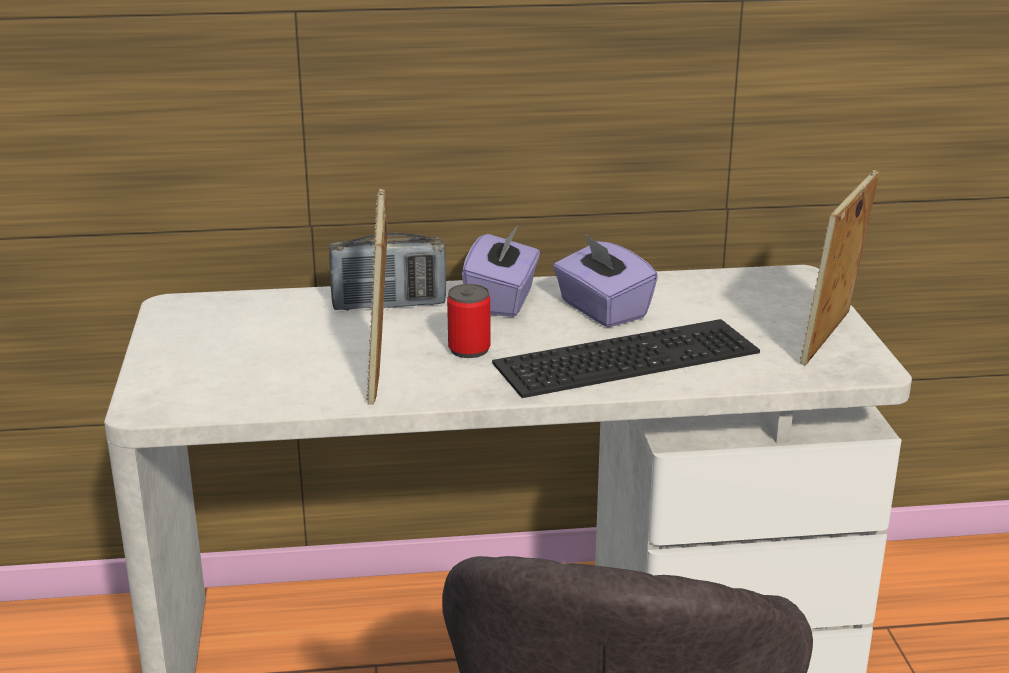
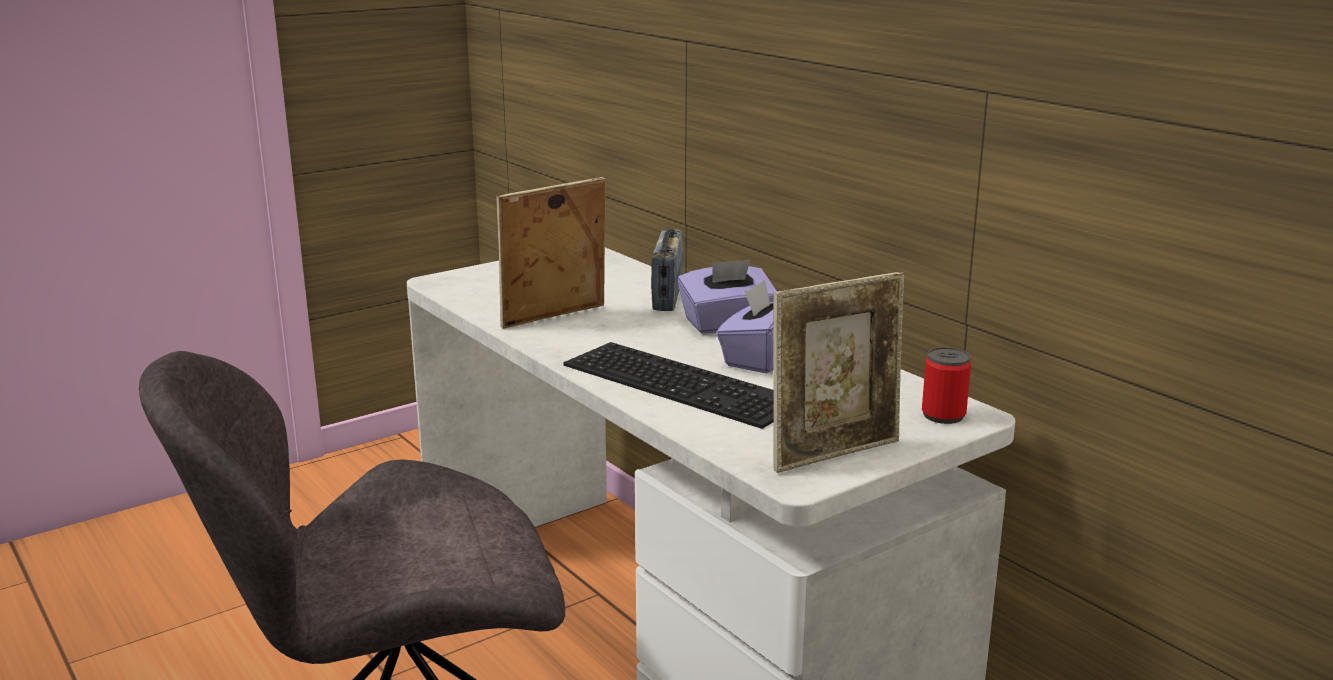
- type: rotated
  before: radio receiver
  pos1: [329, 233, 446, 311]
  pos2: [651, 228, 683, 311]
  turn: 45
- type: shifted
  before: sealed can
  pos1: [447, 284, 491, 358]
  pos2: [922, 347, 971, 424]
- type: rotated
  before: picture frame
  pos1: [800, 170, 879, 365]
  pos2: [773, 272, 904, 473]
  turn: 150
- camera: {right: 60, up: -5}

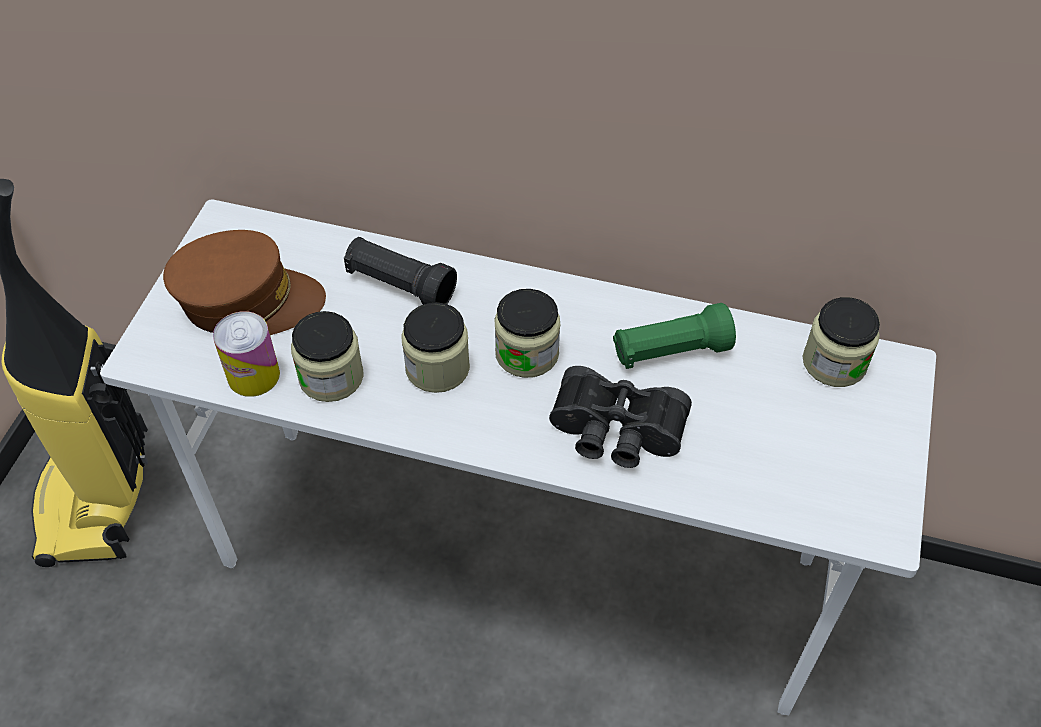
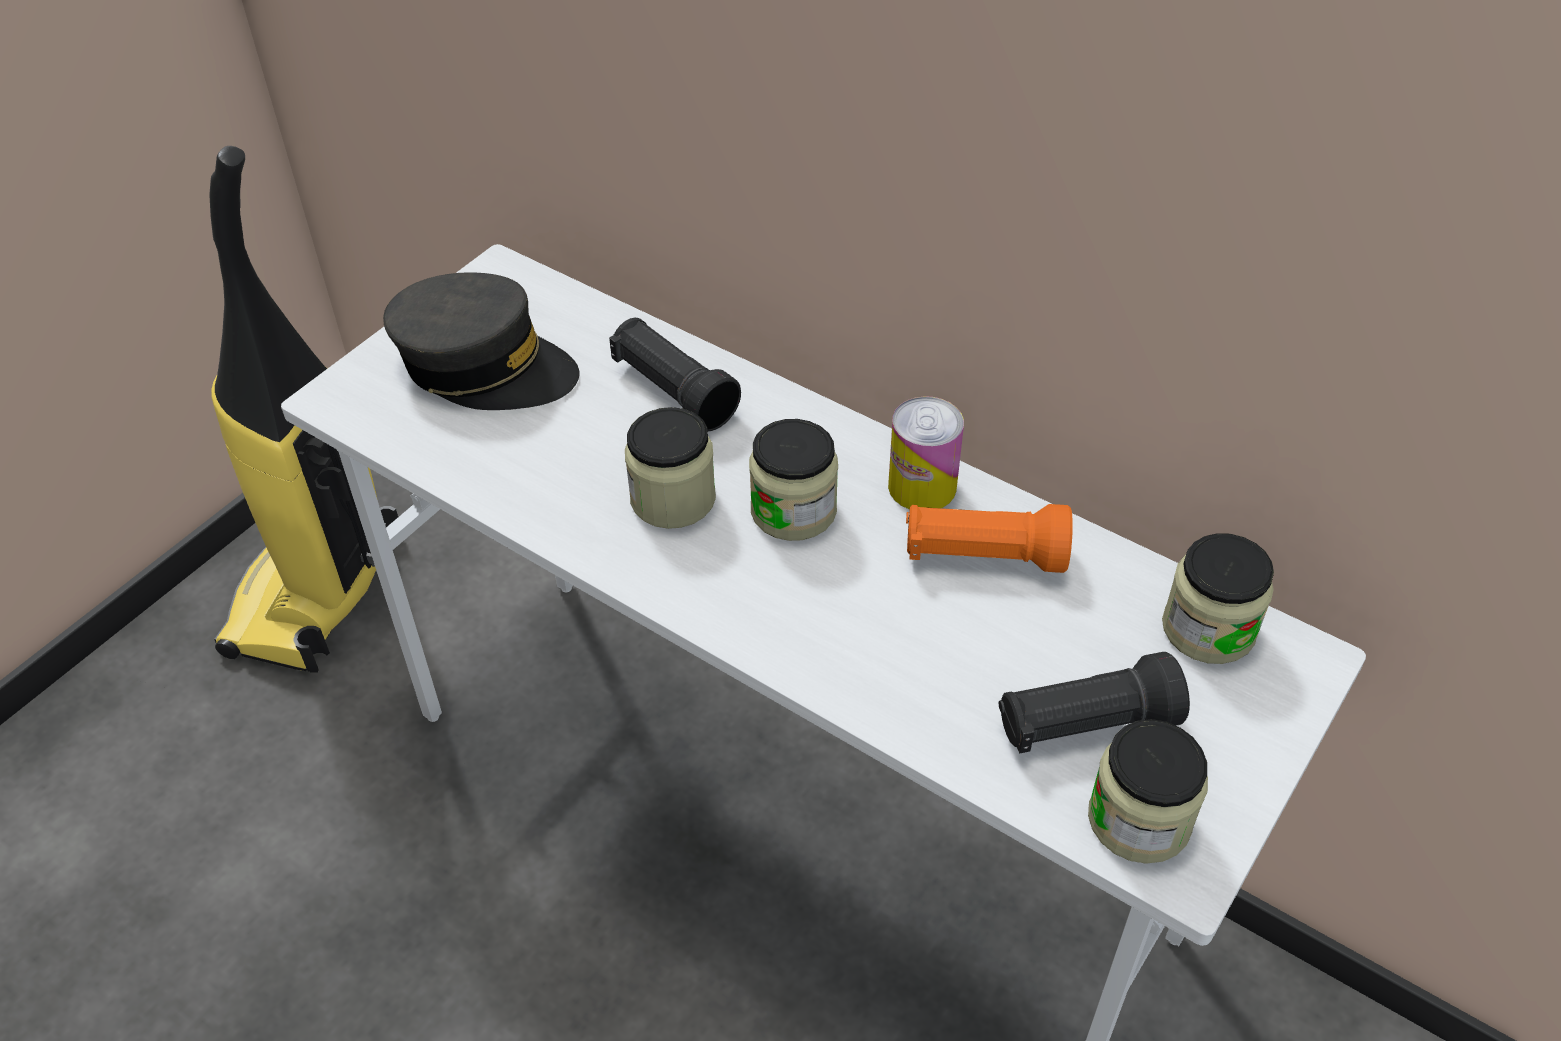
- type: repainted
  before: cap in brownish
  after: cap in grey
  pos1: [163, 230, 326, 335]
  pos2: [383, 272, 580, 410]
- type: shifted
  before: sealed can
  pos1: [213, 311, 280, 397]
  pos2: [888, 396, 964, 509]
- type: shifted
  before: storage jar
  pos1: [291, 311, 364, 402]
  pos2: [1088, 719, 1208, 864]
- type: gone
  before: binoculars in black
  pos1: [549, 366, 692, 468]
- type: repainted
  before: torch in greenish
  after: torch in orangey
  pos1: [613, 303, 736, 369]
  pos2: [906, 504, 1073, 573]
- type: new
  after: torch in black
  pos2: [999, 652, 1190, 753]
- camera: {right: 20, up: -5}

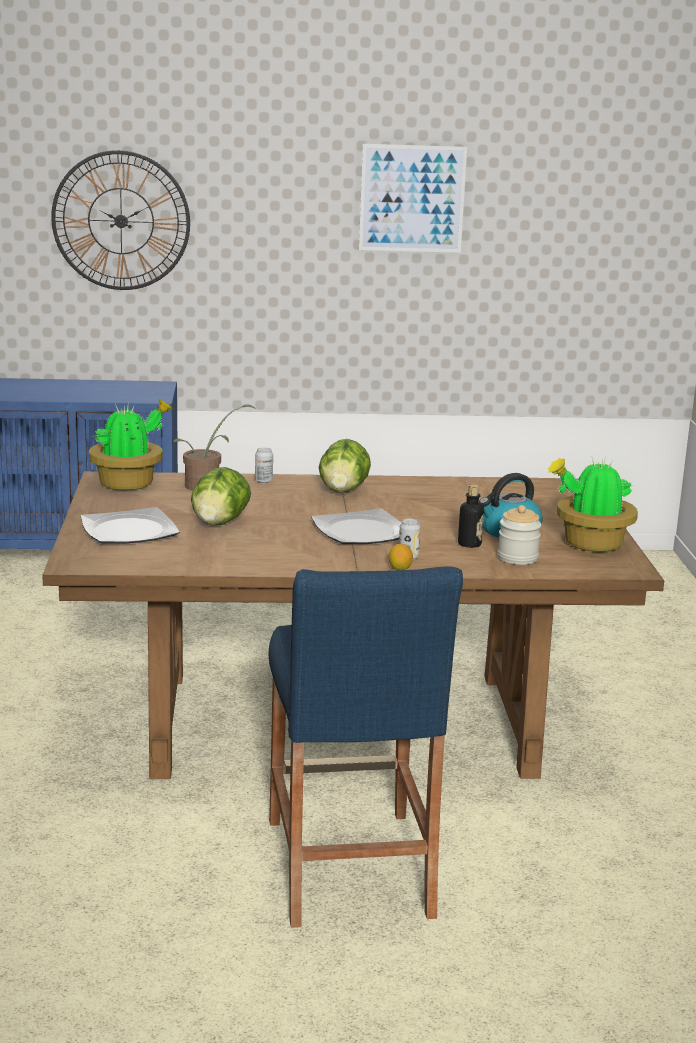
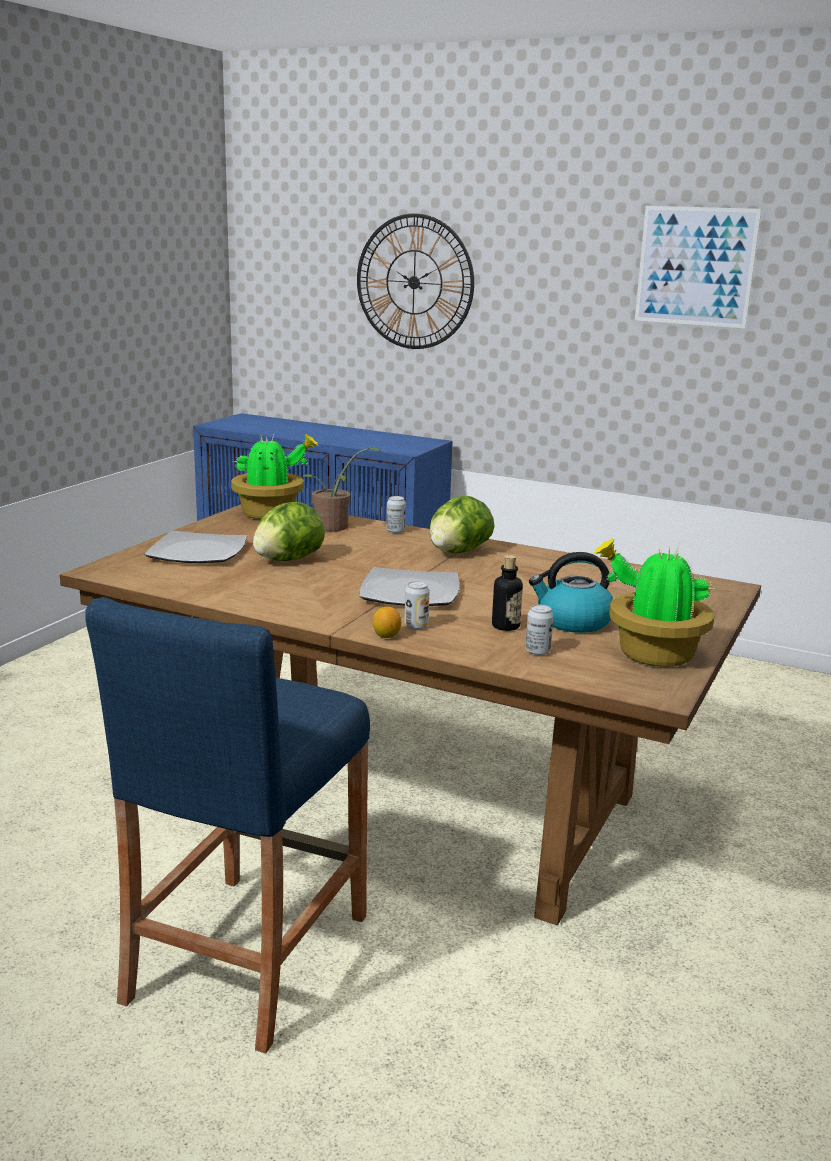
- type: swapped
  before: storage jar
  after: sealed can
  pos1: [498, 505, 541, 565]
  pos2: [525, 605, 553, 656]
- camera: {right: 30, up: 0}

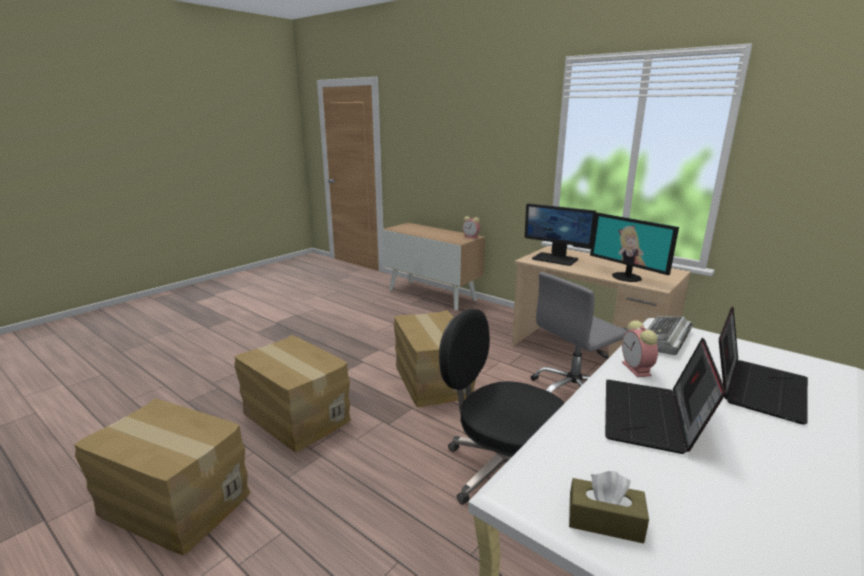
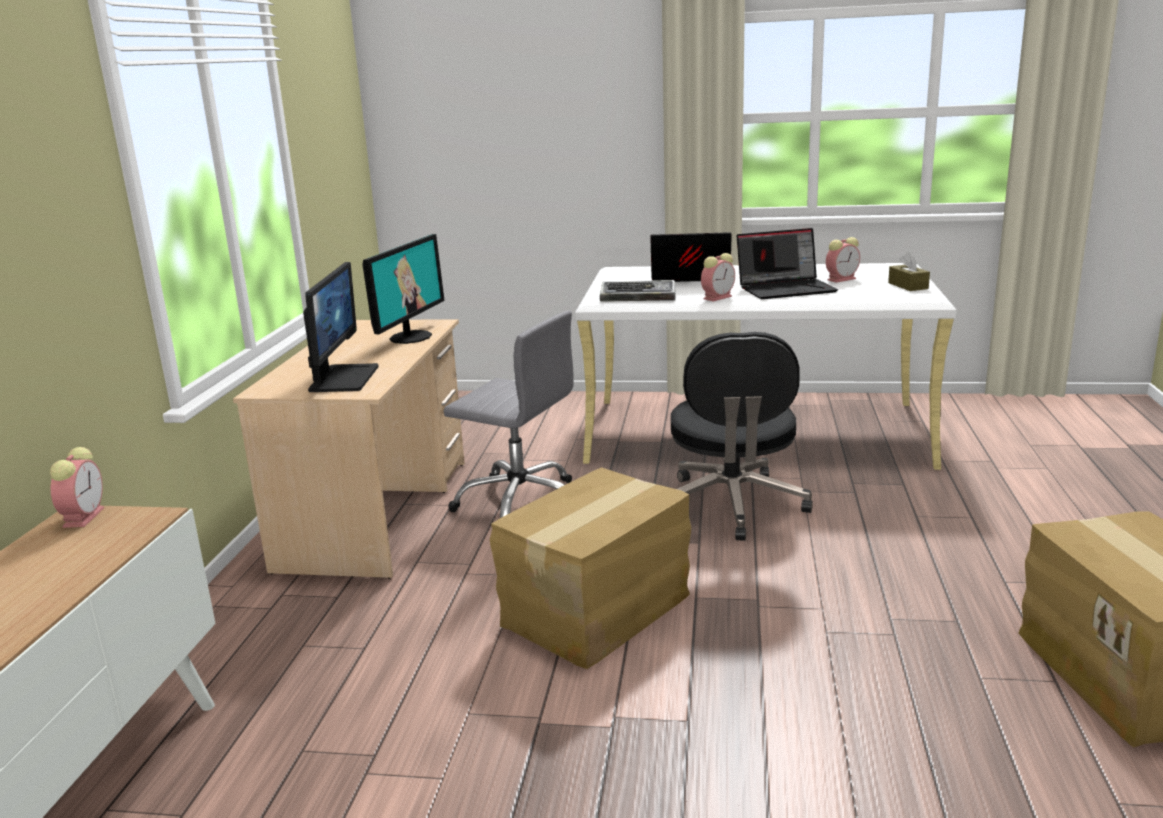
- type: gone
  before: packing box
  pos1: [234, 335, 351, 452]
- type: new
  after: alarm clock
  pos2: [826, 237, 860, 283]
- camera: {right: -120, up: 0}

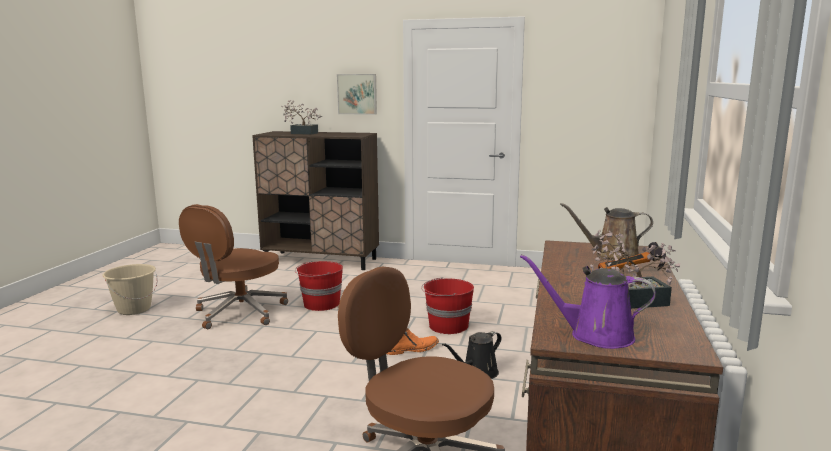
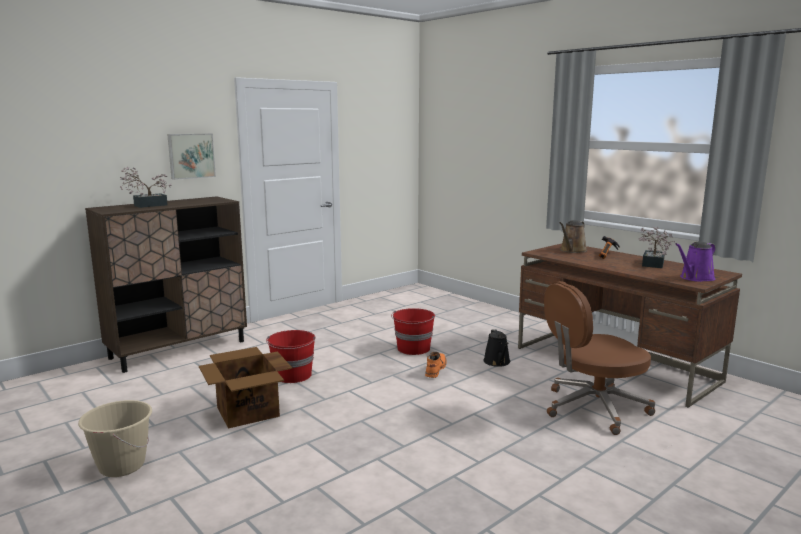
- type: swapped
  before: desk chair in brownish
  after: packing box
  pos1: [179, 204, 288, 329]
  pos2: [199, 347, 292, 429]
- camera: {right: -55, up: 0}

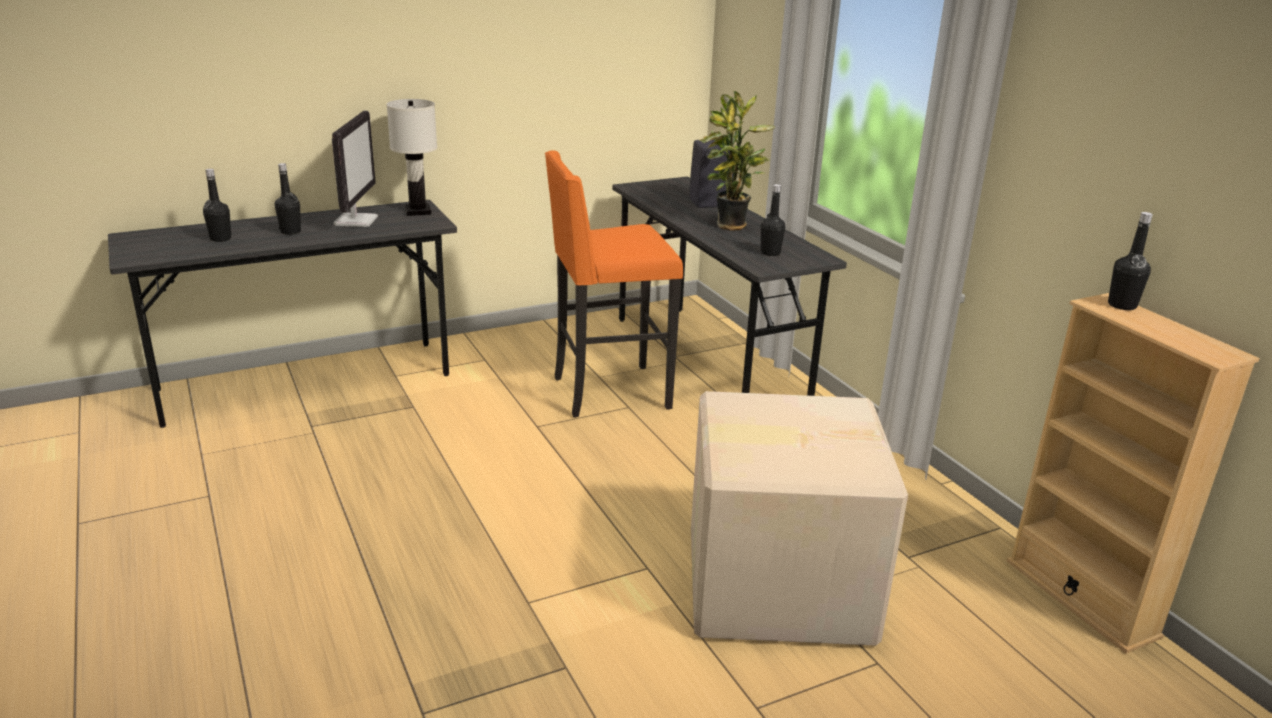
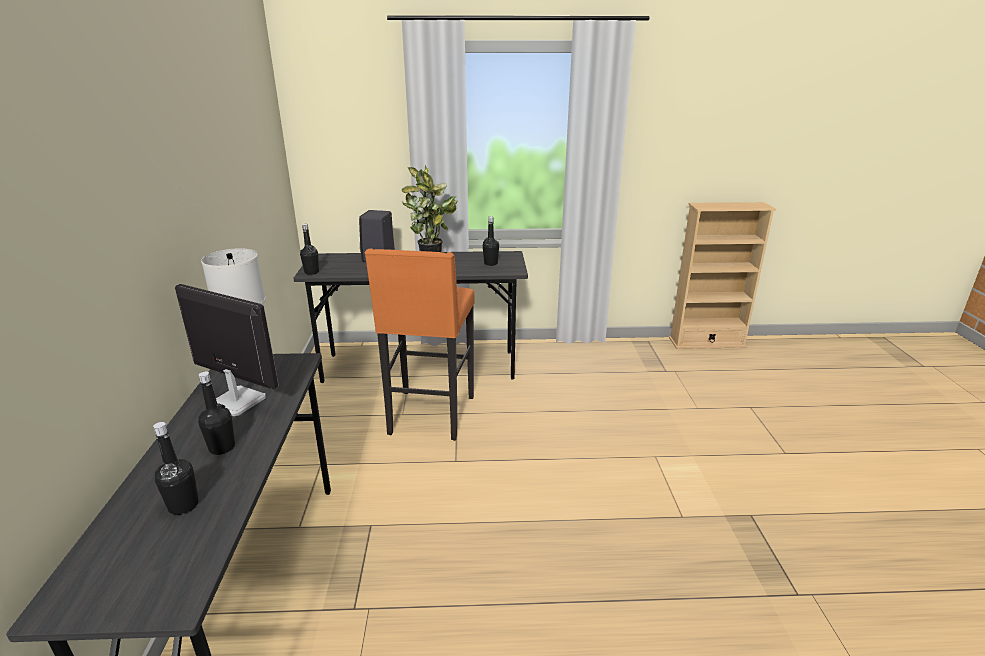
- type: gone
  before: packing box
  pos1: [691, 391, 908, 646]
- type: shifted
  before: beverage bottle in black
  pos1: [1108, 212, 1153, 310]
  pos2: [300, 224, 319, 275]
- camera: {right: -65, up: 0}

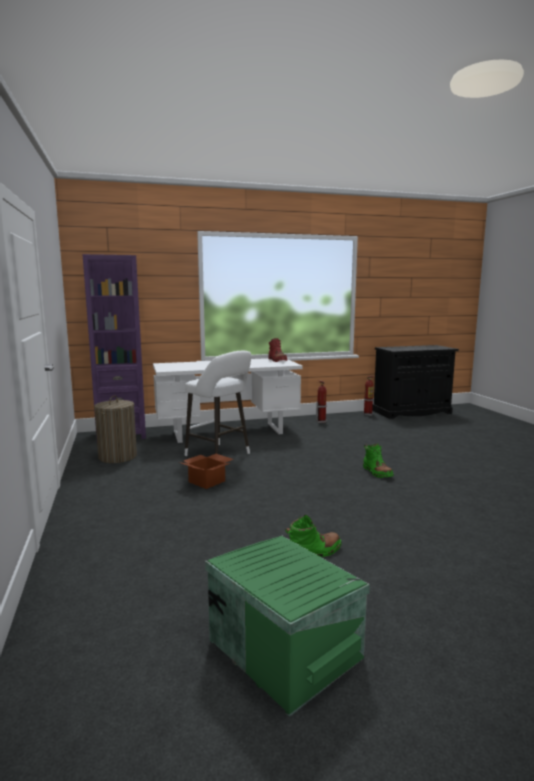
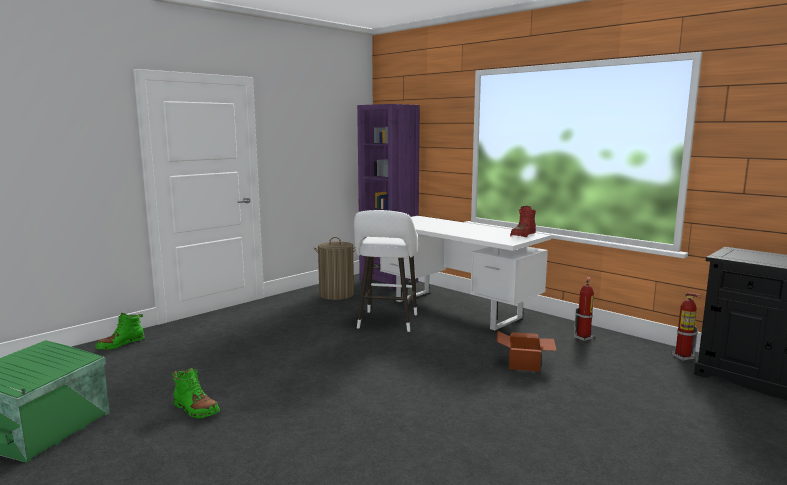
- type: shifted
  before: packing box
  pos1: [179, 454, 233, 489]
  pos2: [497, 331, 557, 372]
- type: shifted
  before: tall boot in greenish
  pos1: [363, 444, 394, 478]
  pos2: [95, 313, 145, 350]
- camera: {right: 60, up: 0}

